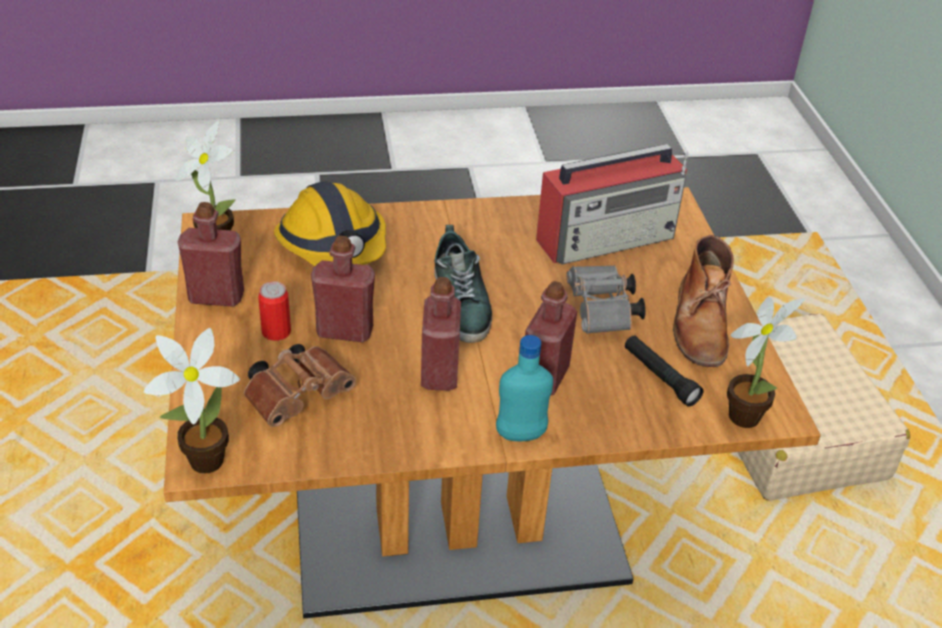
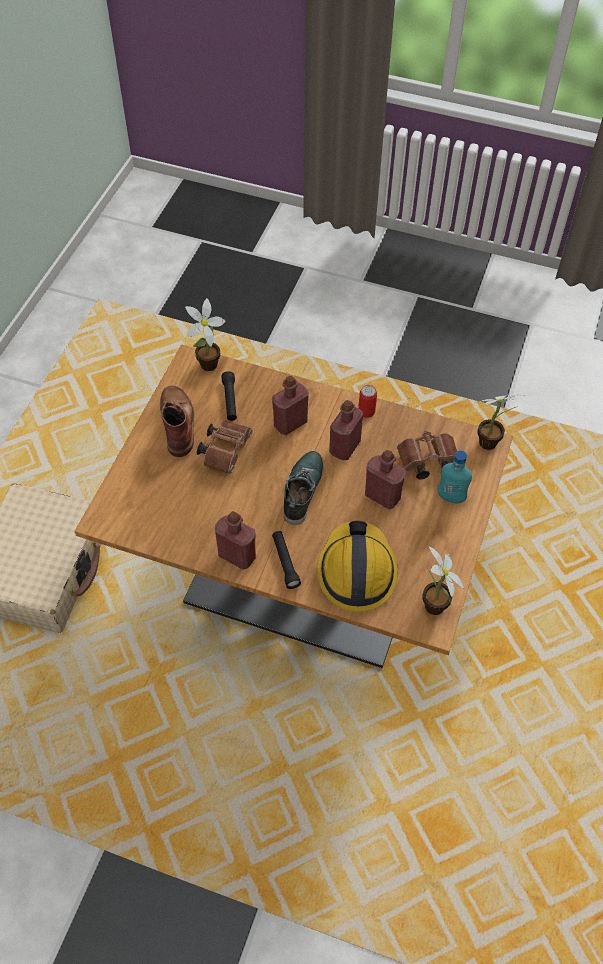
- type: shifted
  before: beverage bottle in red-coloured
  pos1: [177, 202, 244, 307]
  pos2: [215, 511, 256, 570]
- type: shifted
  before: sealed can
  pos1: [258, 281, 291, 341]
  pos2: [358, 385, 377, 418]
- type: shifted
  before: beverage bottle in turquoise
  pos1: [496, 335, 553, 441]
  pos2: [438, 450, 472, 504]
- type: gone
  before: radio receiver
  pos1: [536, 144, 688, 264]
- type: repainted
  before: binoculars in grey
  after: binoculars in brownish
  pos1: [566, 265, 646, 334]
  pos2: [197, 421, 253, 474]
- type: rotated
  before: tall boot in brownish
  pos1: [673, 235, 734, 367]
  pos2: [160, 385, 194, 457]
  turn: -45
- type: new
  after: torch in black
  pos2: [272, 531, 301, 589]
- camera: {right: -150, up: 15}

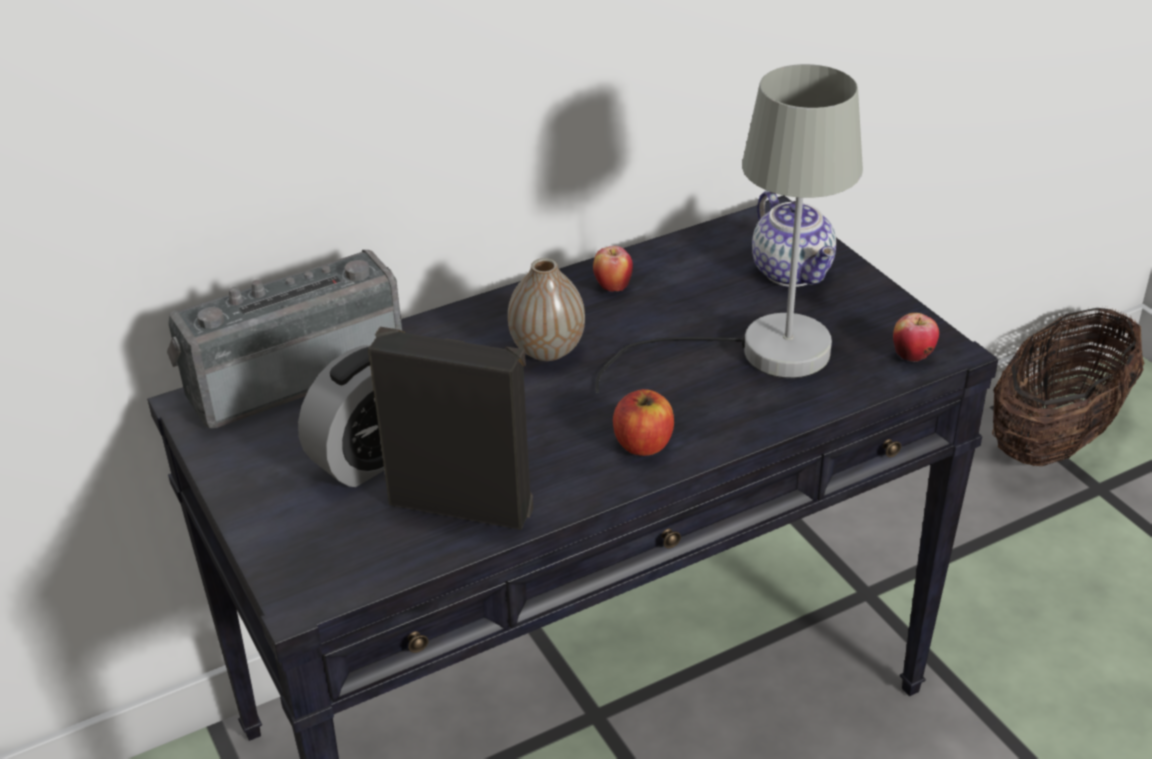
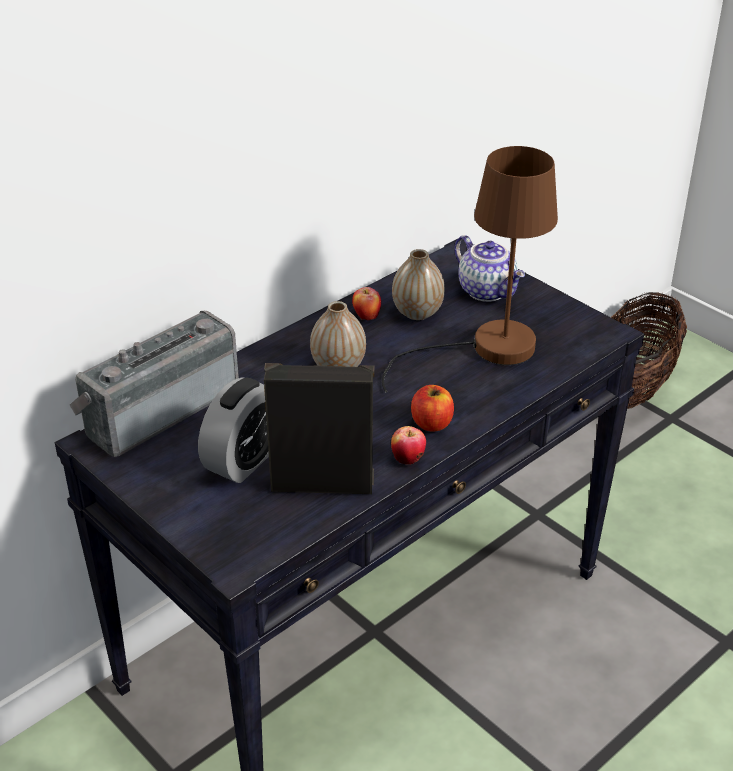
- type: repainted
  before: tabletop lamp in grey
  after: tabletop lamp in brownish
  pos1: [596, 64, 863, 393]
  pos2: [382, 146, 558, 392]
- type: shifted
  before: apple fruit
  pos1: [893, 313, 939, 362]
  pos2: [391, 426, 426, 465]
- type: new
  after: vase
  pos2: [392, 249, 445, 320]
- camera: {right: -15, up: 0}

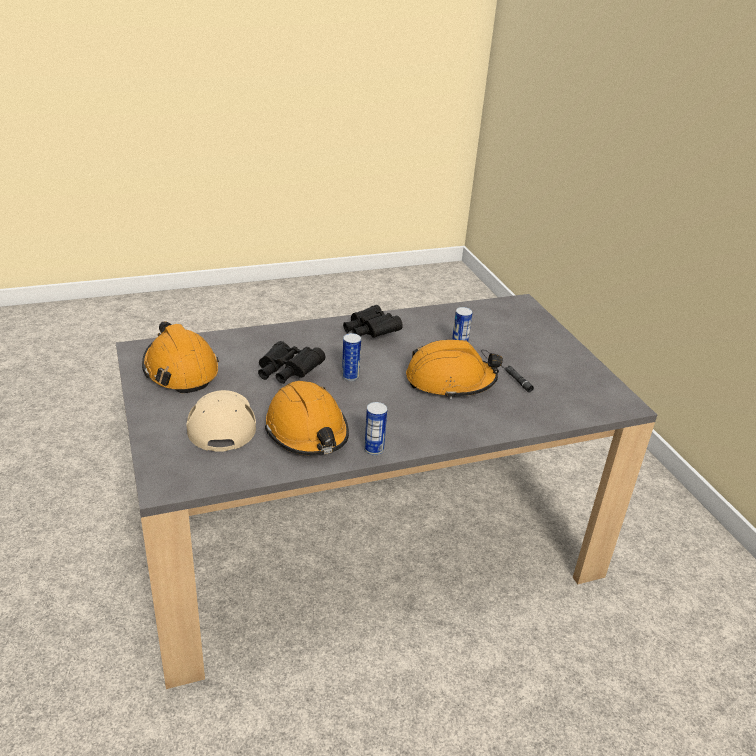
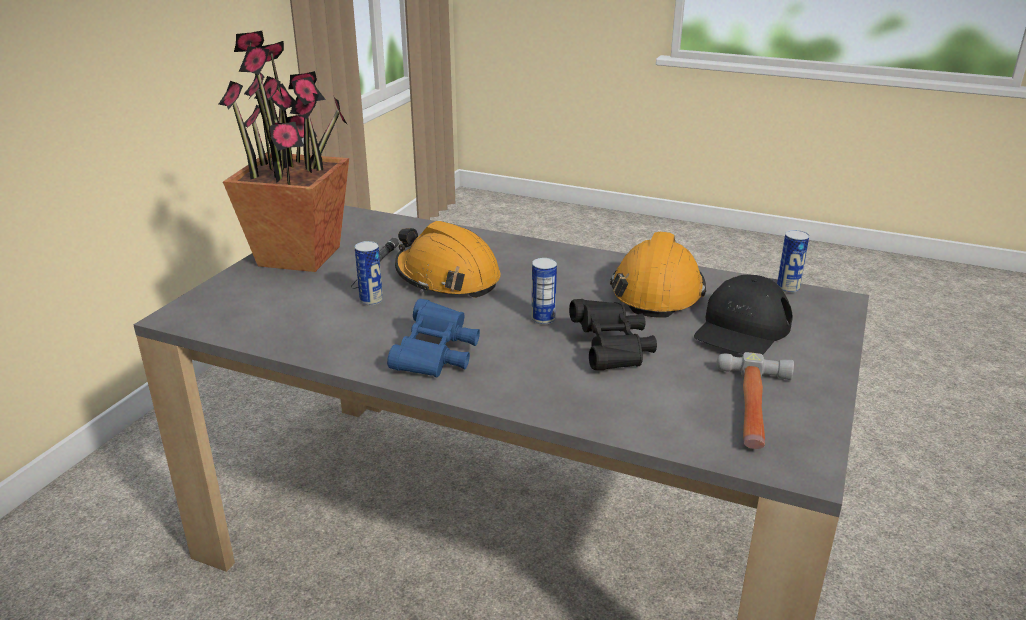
- type: swapped
  before: safety helmet in orangey
  after: hand hammer
  pos1: [142, 321, 219, 393]
  pos2: [717, 352, 794, 449]
- type: repainted
  before: cap in beige
  after: cap in black
  pos1: [186, 390, 256, 452]
  pos2: [694, 275, 793, 355]
- type: repainted
  before: binoculars in black
  after: binoculars in blue
  pos1: [343, 305, 403, 338]
  pos2: [387, 299, 480, 377]
- type: shifted
  before: sealed can
  pos1: [364, 402, 387, 456]
  pos2: [777, 230, 809, 293]
- type: new
  after: potted plant
  pos2: [219, 31, 349, 272]
- camera: {right: -135, up: -5}

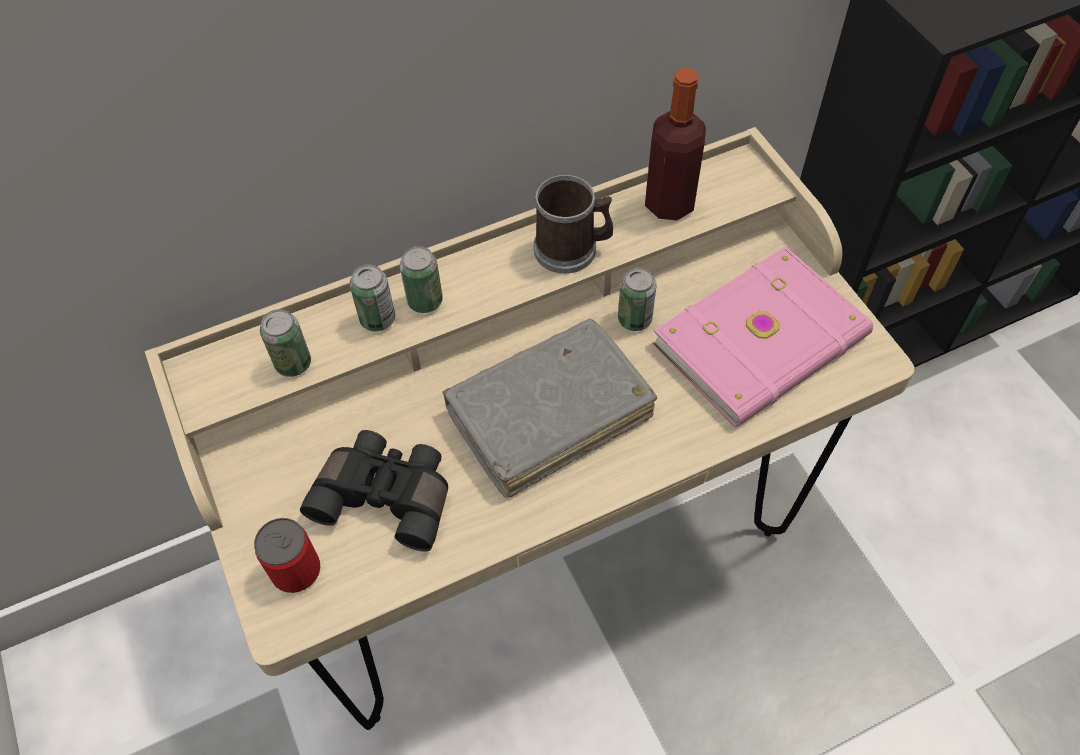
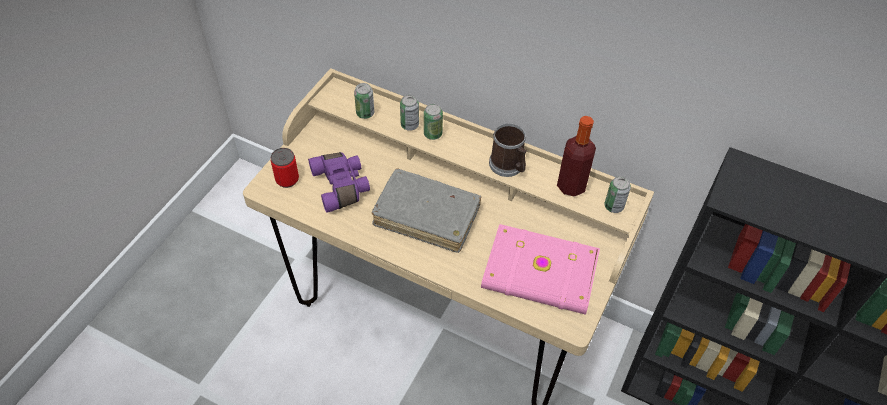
- type: repainted
  before: binoculars in black
  after: binoculars in purple
  pos1: [300, 430, 448, 552]
  pos2: [308, 152, 370, 213]
- type: shifted
  before: sealed can
  pos1: [618, 267, 657, 331]
  pos2: [604, 176, 631, 213]
- camera: {right: 50, up: -5}

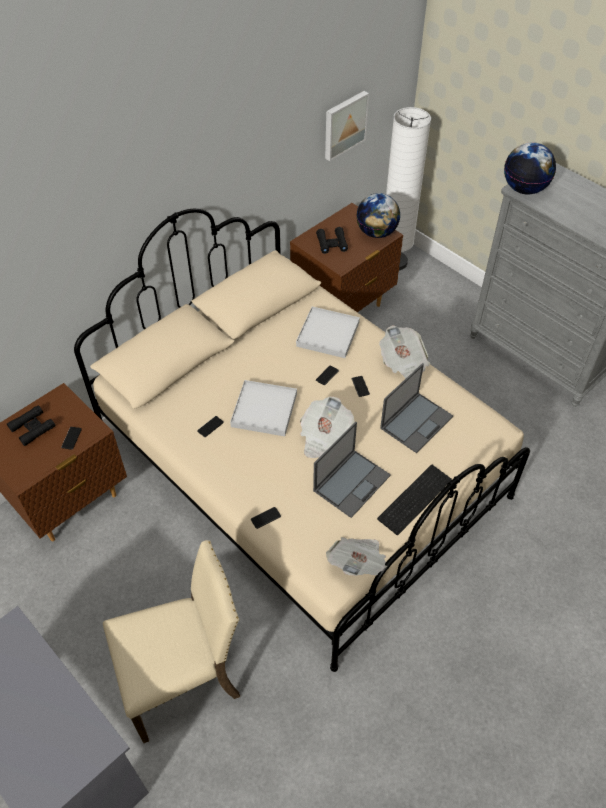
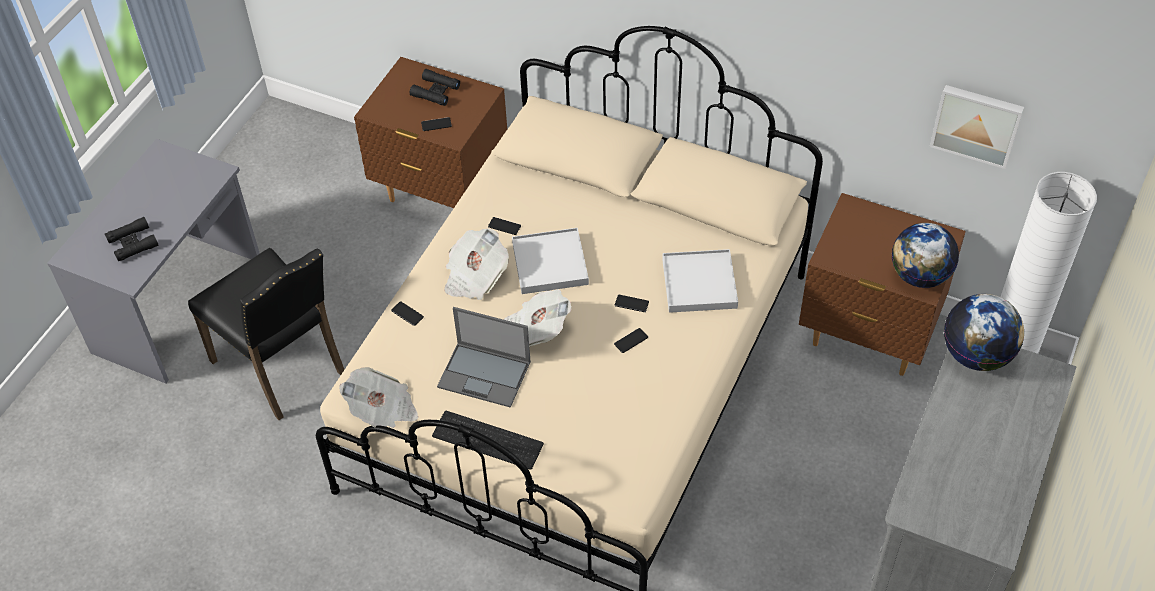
- type: repainted
  before: chair in beige
  after: chair in black
  pos1: [103, 540, 240, 743]
  pos2: [188, 247, 345, 420]
- type: shifted
  before: binoculars in black
  pos1: [316, 227, 348, 254]
  pos2: [105, 217, 159, 261]
- type: shifted
  before: printed paper
  pos1: [379, 325, 430, 379]
  pos2: [444, 228, 509, 300]
- type: gone
  before: laptop
  pos1: [380, 363, 453, 453]
- camera: {right: 70, up: 0}

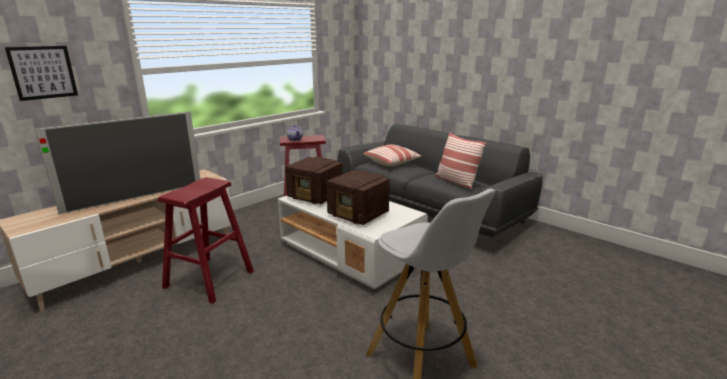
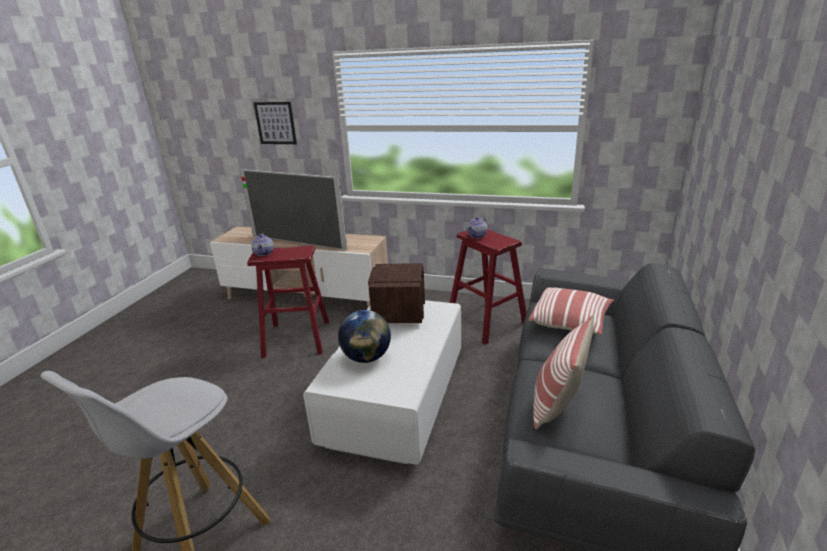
- type: swapped
  before: radio receiver
  after: world globe
  pos1: [326, 170, 390, 225]
  pos2: [338, 310, 391, 363]
- type: new
  after: pot for tea
  pos2: [251, 233, 274, 256]
- camera: {right: 65, up: 5}

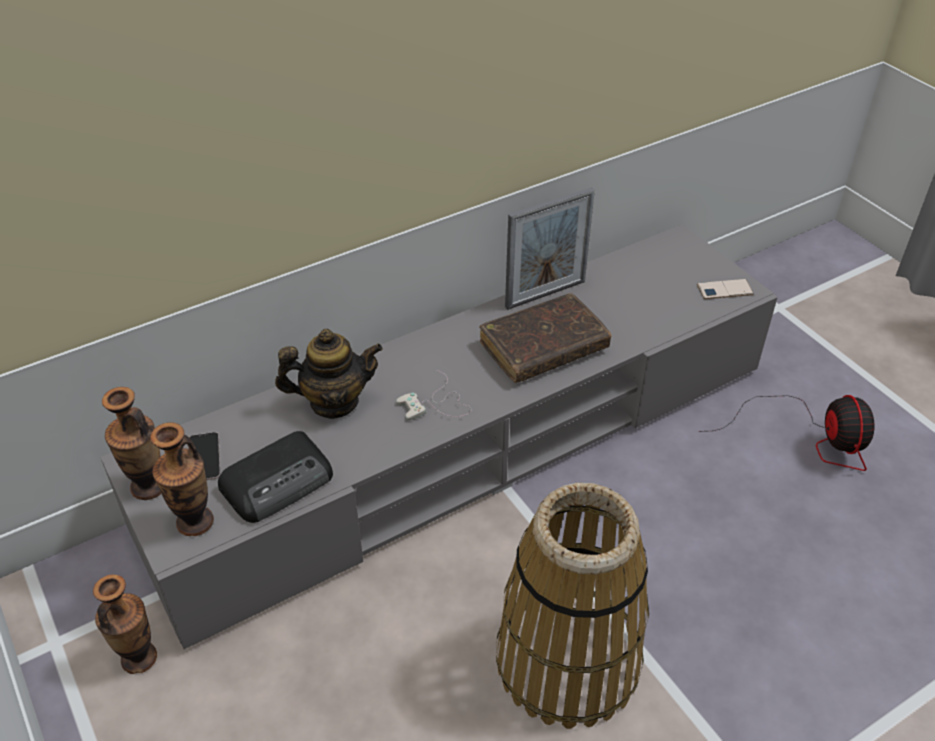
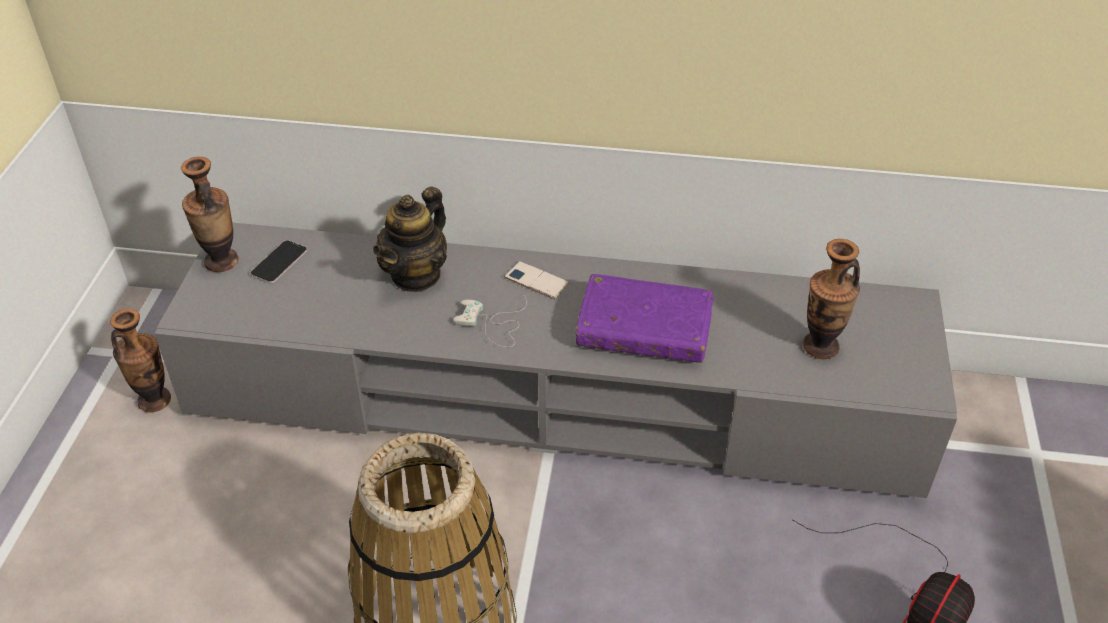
- type: shifted
  before: vase
  pos1: [150, 422, 214, 536]
  pos2: [803, 239, 860, 359]
- type: gone
  before: radio receiver
  pos1: [218, 431, 333, 523]
- type: rotated
  before: pot for tea
  pos1: [275, 329, 383, 419]
  pos2: [373, 186, 447, 292]
  turn: 90
- type: repainted
  before: book in brownish
  after: book in purple
  pos1: [479, 293, 612, 383]
  pos2: [576, 274, 714, 363]
- type: gone
  before: picture frame
  pos1: [505, 187, 595, 310]
- type: shifted
  before: phone
  pos1: [697, 279, 754, 299]
  pos2: [504, 261, 569, 299]
- camera: {right: 40, up: 0}

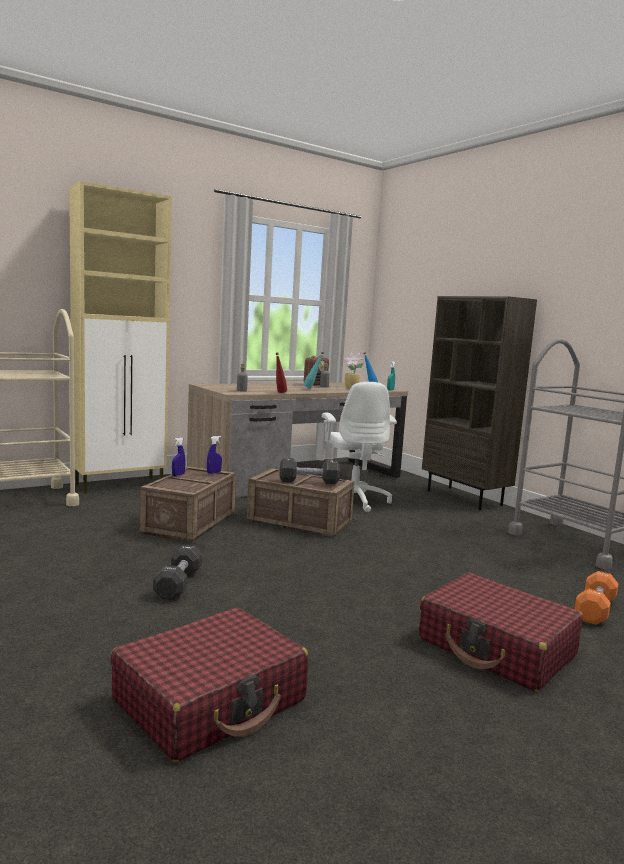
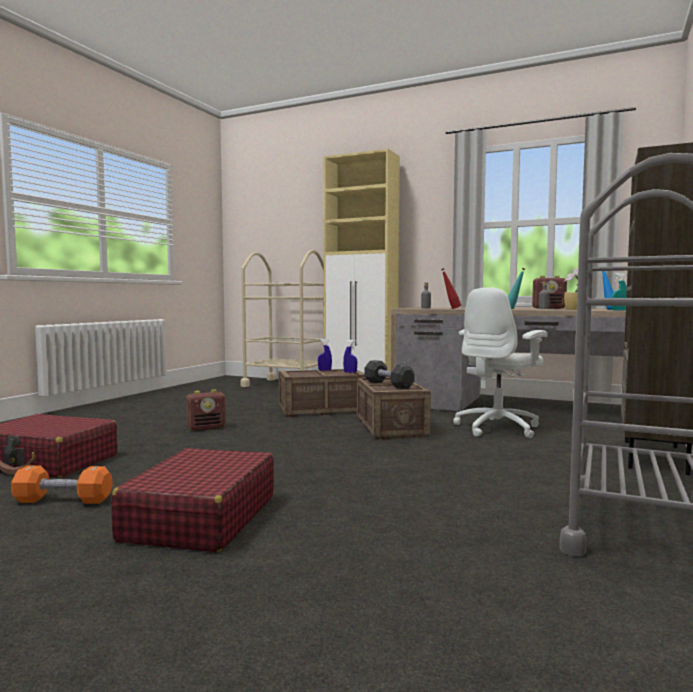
- type: swapped
  before: hand weight in black
  after: radio receiver
  pos1: [153, 545, 202, 600]
  pos2: [186, 390, 226, 431]
- type: shifted
  before: hand weight in orangey
  pos1: [575, 571, 618, 625]
  pos2: [11, 465, 113, 504]
- camera: {right: 60, up: -5}

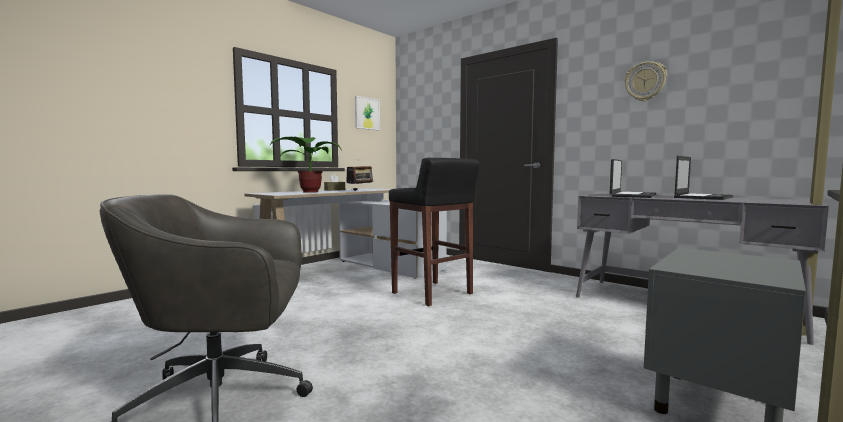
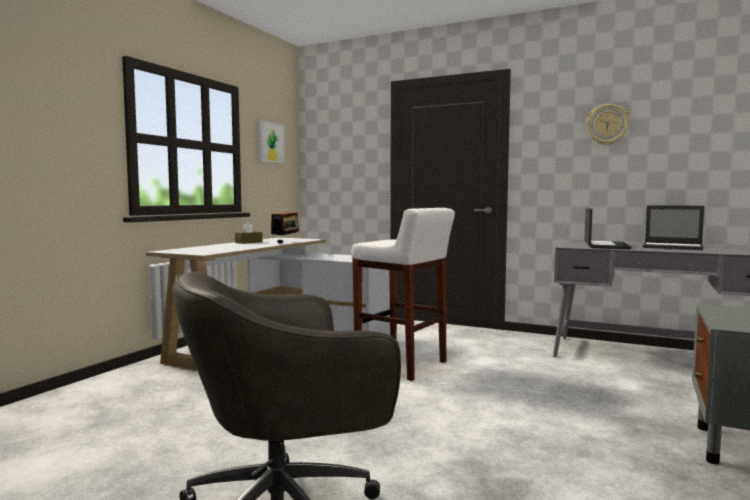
- type: gone
  before: potted plant
  pos1: [269, 137, 342, 193]
- type: repainted
  before: sitting stool in black
  after: sitting stool in white-coloured
  pos1: [389, 158, 480, 306]
  pos2: [351, 208, 455, 381]
- type: rotated
  before: laptop
  pos1: [674, 156, 733, 200]
  pos2: [643, 205, 704, 250]
  turn: 90
- camera: {right: -15, up: 0}

